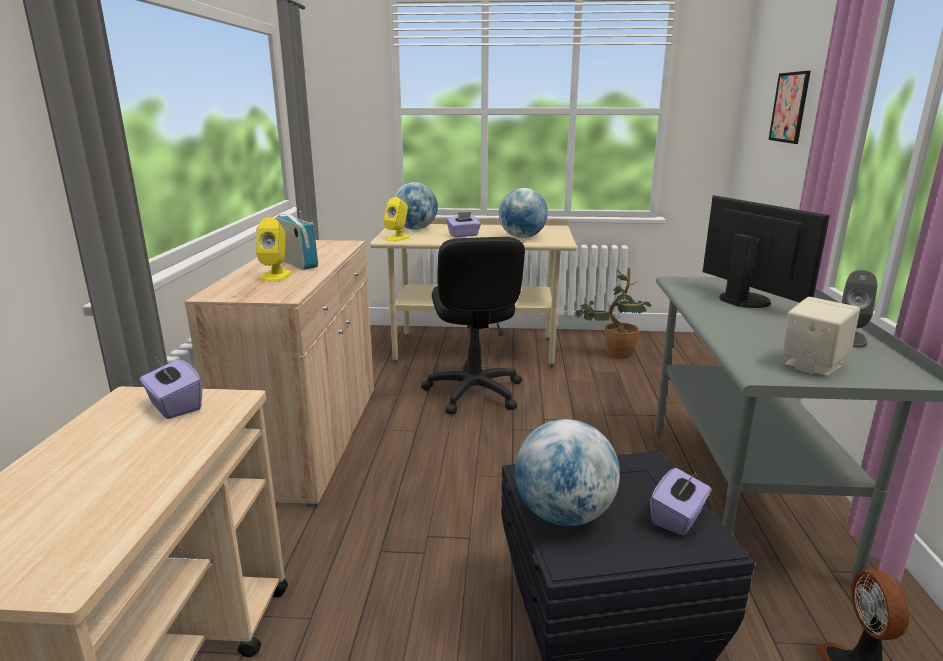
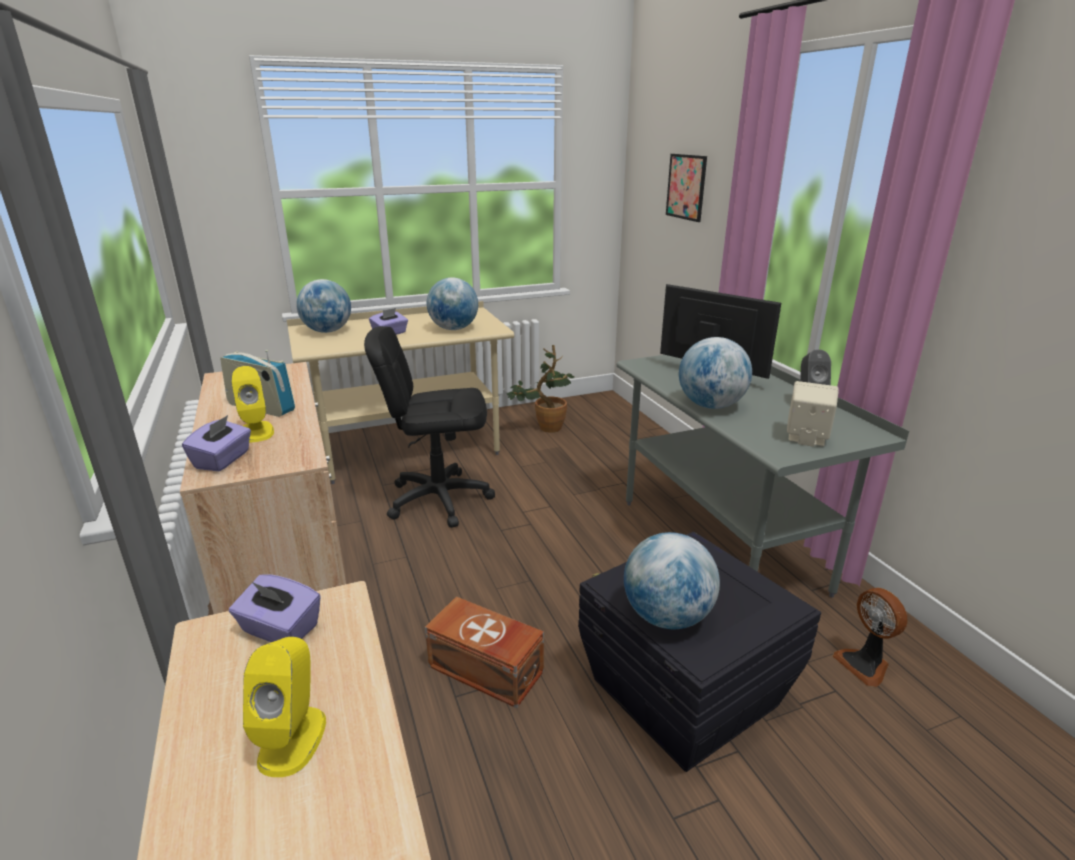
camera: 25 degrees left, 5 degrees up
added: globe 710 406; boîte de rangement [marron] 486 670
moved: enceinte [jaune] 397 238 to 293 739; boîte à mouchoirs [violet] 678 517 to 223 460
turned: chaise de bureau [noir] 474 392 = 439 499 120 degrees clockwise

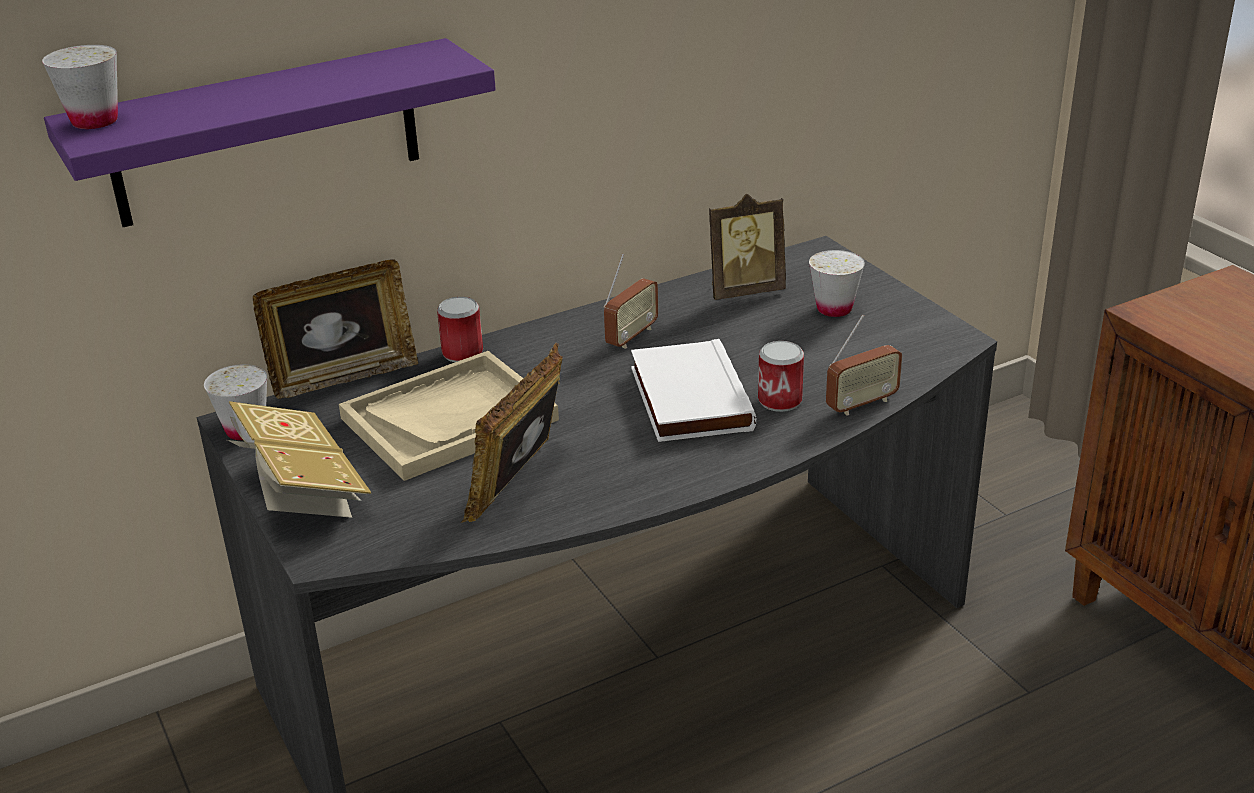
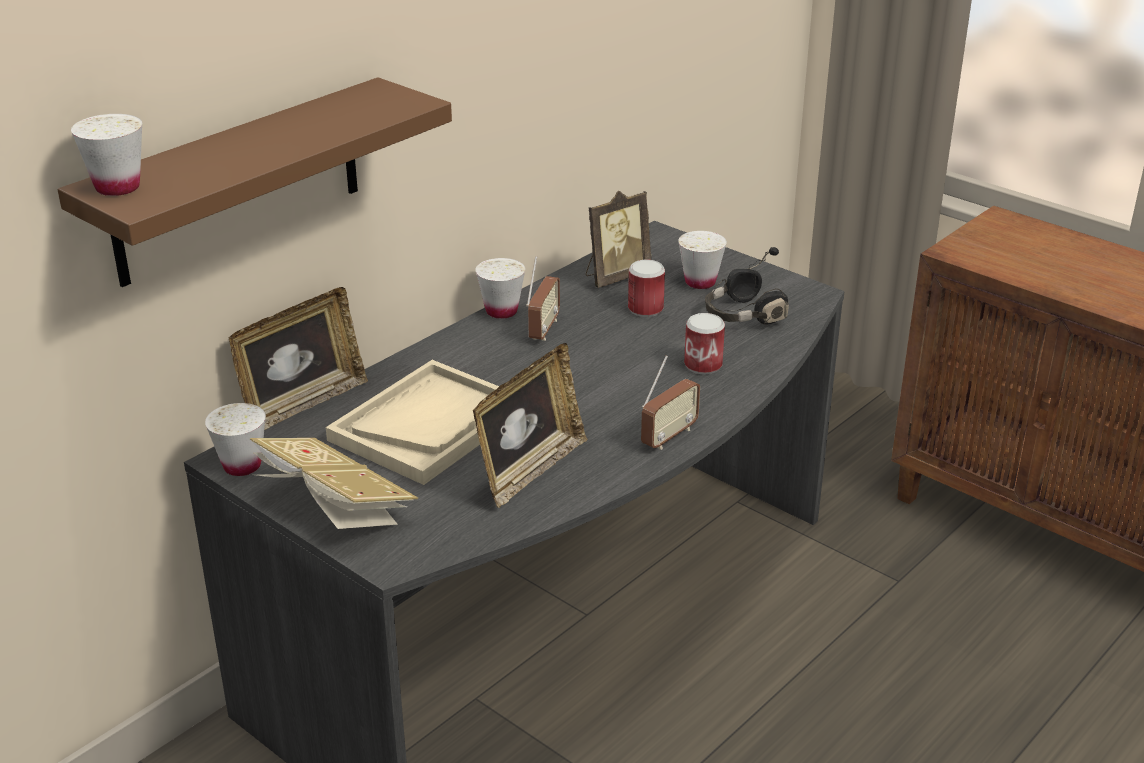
camera: 20 degrees left, 0 degrees up
removed: livre [blanc] 687 398
added: casque audio [noir] 743 315; tasse [blanc] 501 311
moved: boîte métallique 462 353 to 645 309; radio 861 404 to 669 436
recoloured: étagère [violet] 266 133 to étagère [marron] 238 182
turned: cadre photo 520 484 = 529 470 150 degrees counterclockwise

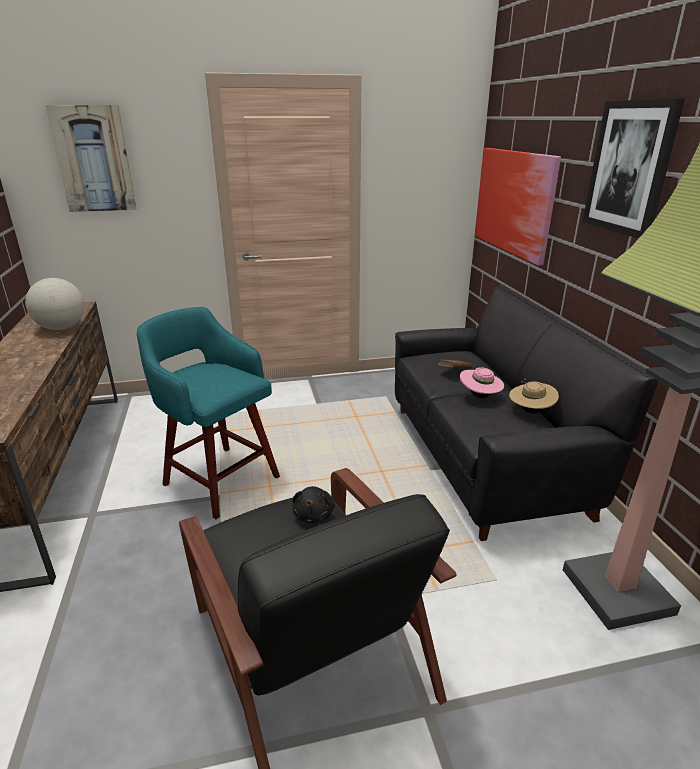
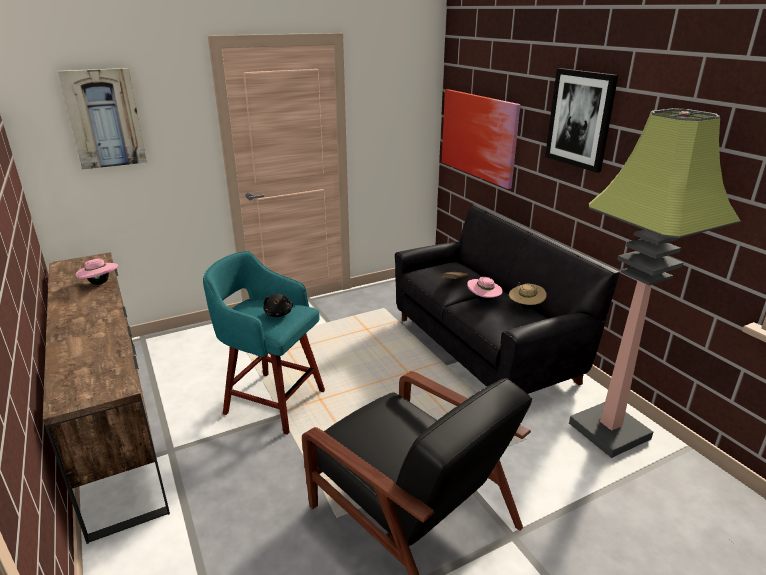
camera: 15 degrees left, 0 degrees up
moved: peluche [noir] 314 514 to 278 314
replaced: globe 61 328 to chapeau [rose] 100 283

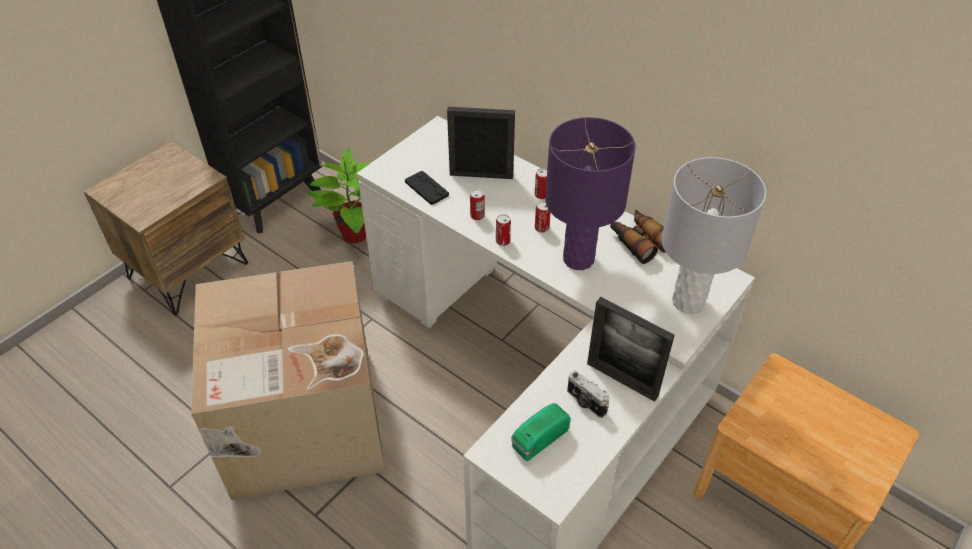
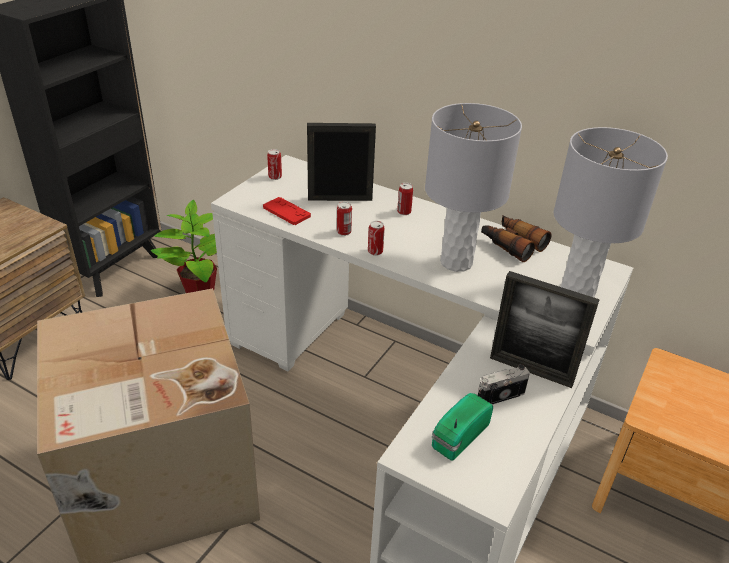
camera: 10 degrees left, 10 degrees down
moved: boîte métallique 541 228 to 275 177
recoloured: lampe de table [violet] 578 259 to lampe de table [gris] 456 262; manette [noir] 426 188 to manette [rouge] 286 212
turned: appareil photo 585 403 = 499 395 120 degrees clockwise

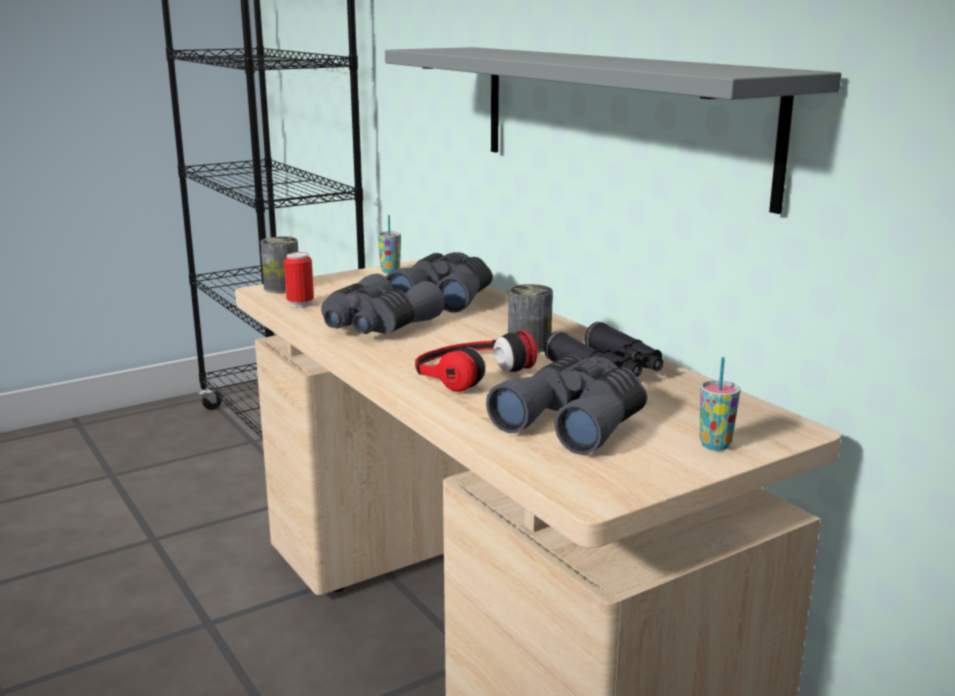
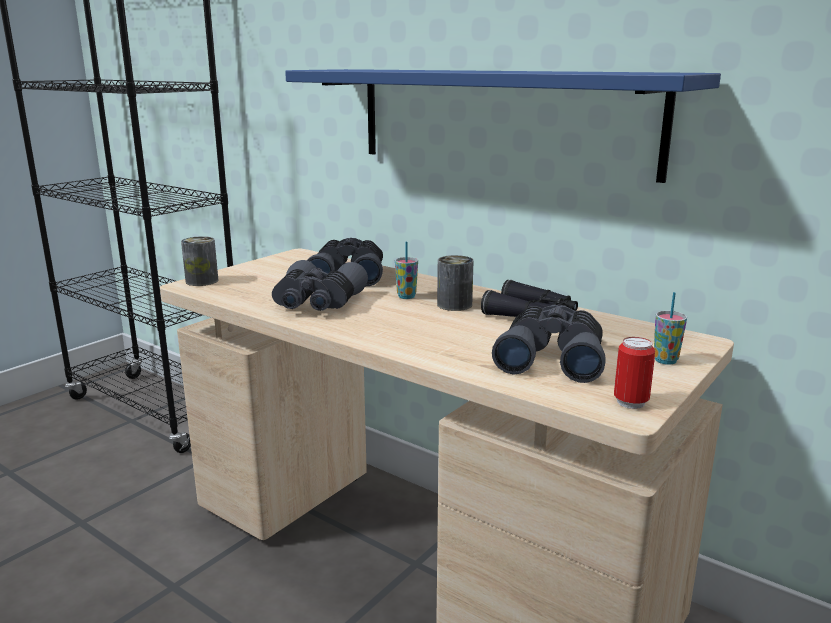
camera: 20 degrees left, 0 degrees up
removed: casque audio 468 371
moved: tasse 390 271 to 406 296; boîte métallique 300 304 to 630 402
recoloured: étagère [gris] 615 118 to étagère [bleu] 500 119

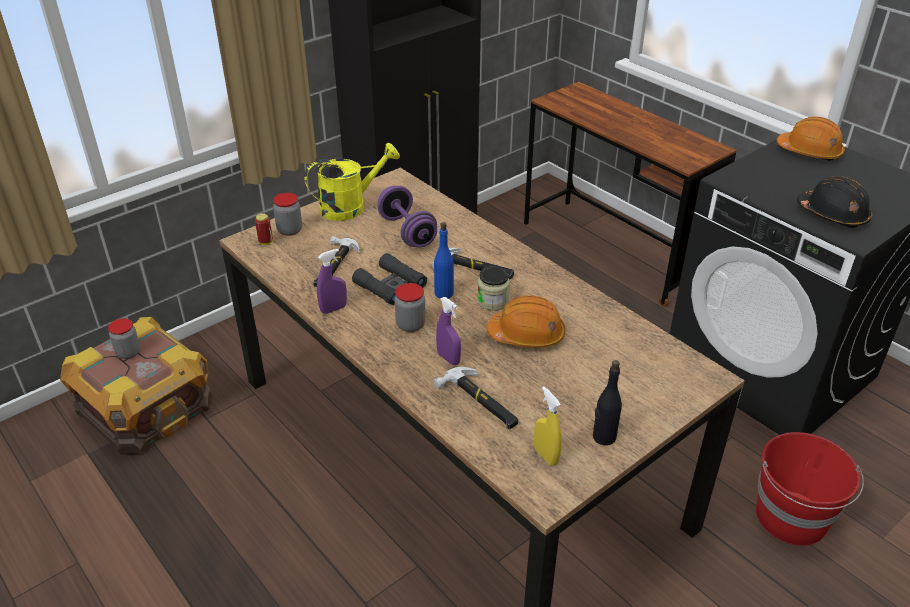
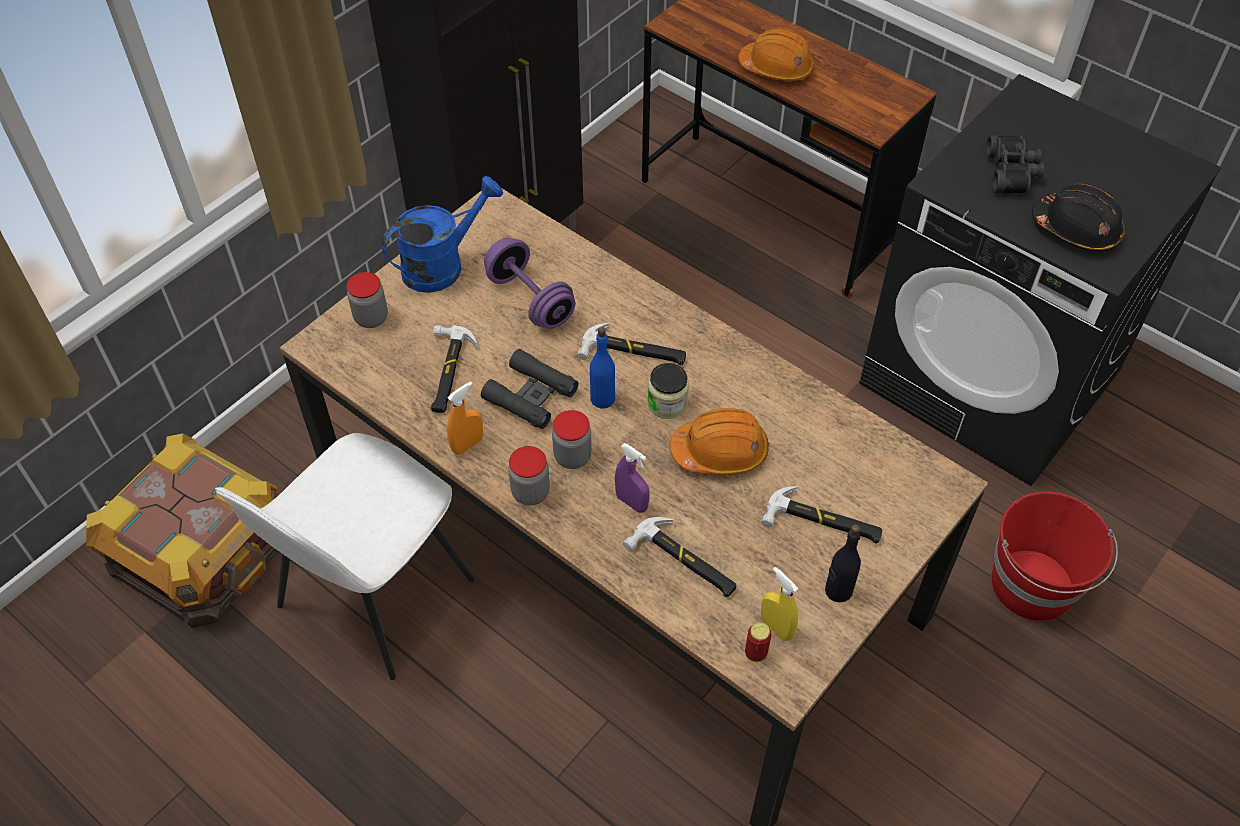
camera: 10 degrees left, 15 degrees up
added: jumelles [noir] 1013 172; chaise [blanc] 372 597; marteau 823 523
moved: casque de chantier [orange] 809 152 to 776 68; boîte métallique 266 242 to 756 653; bocal 128 352 to 530 492
recoloured: arrosoir [jaune] 350 206 to arrosoir [bleu] 442 264; vaporisateur [violet] 333 309 to vaporisateur [orange] 467 445

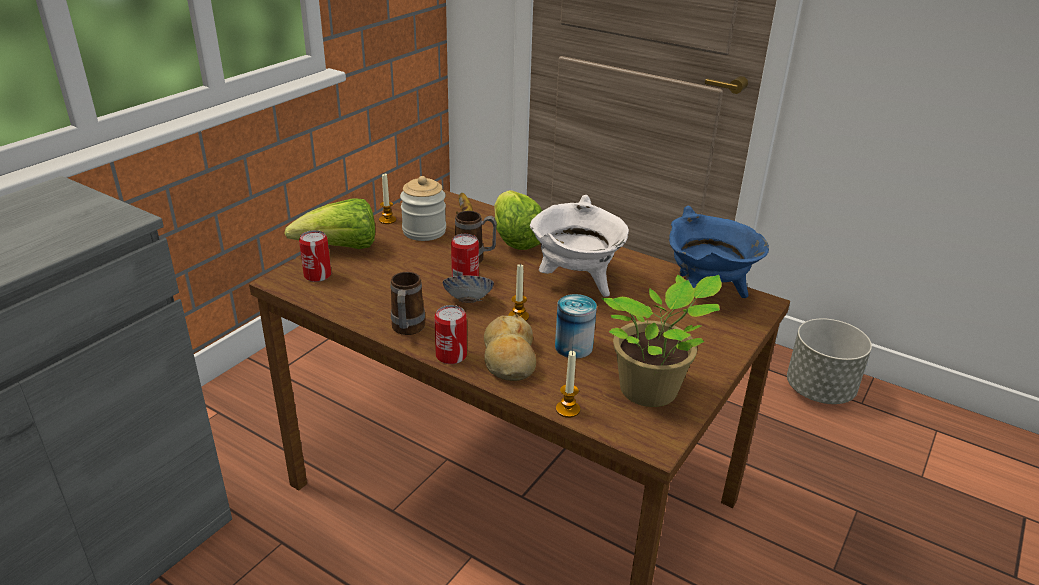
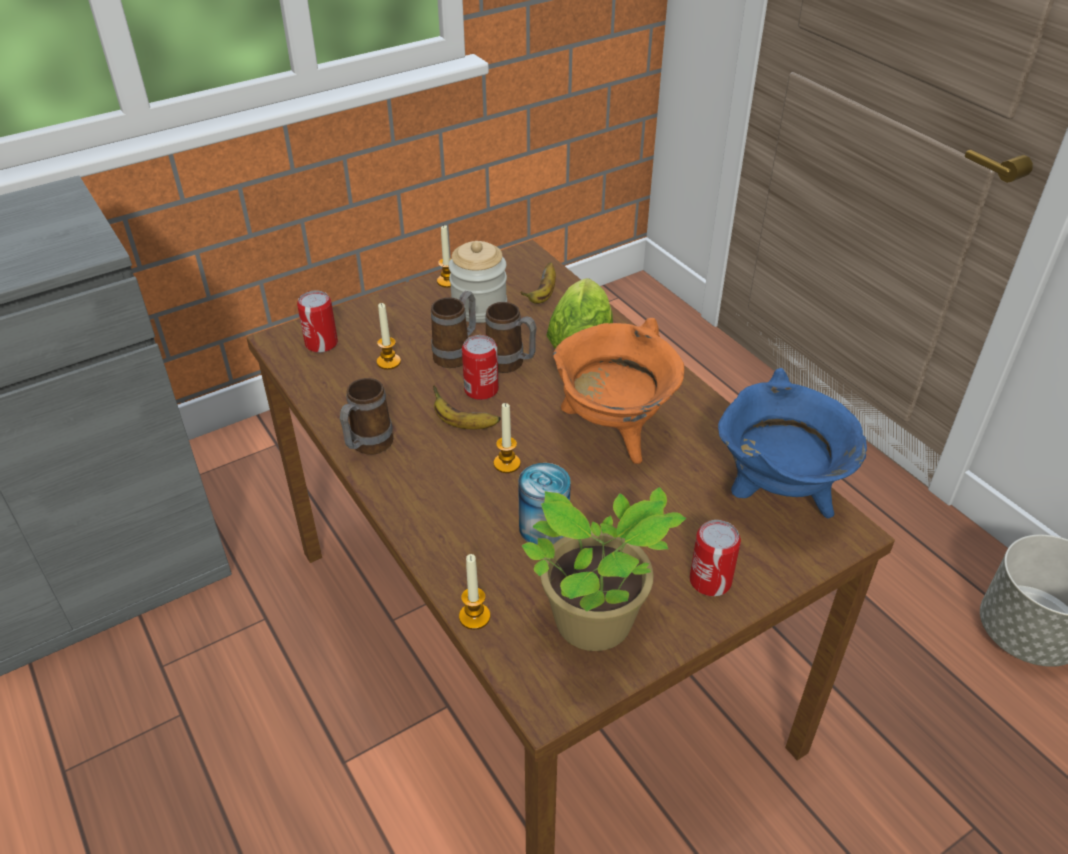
camera: 25 degrees right, 10 degrees up
removed: laitue 340 249; pain 509 359
added: mug 457 353; bougie 388 362
moved: boîte métallique 451 355 to 710 581
replaced: bol 468 301 to banane 463 424
recoloured: marmite [blanc] 576 282 to marmite [orange] 614 431

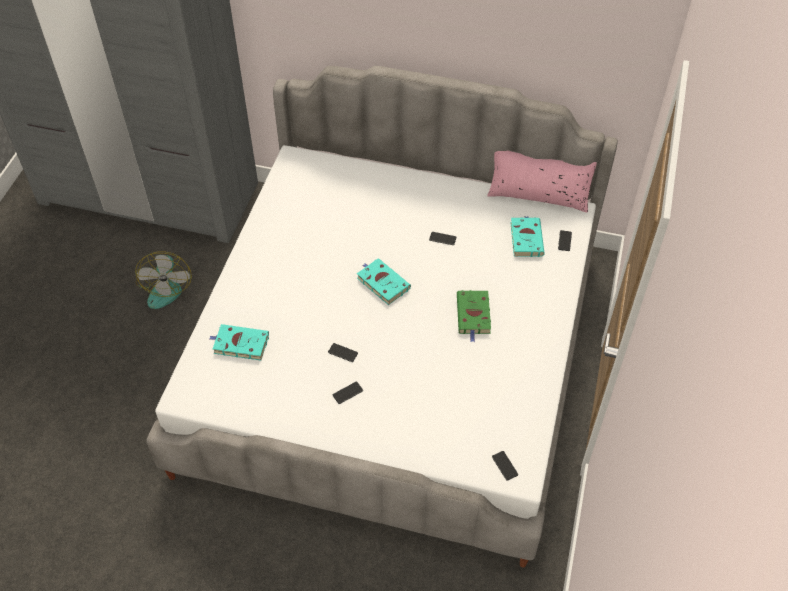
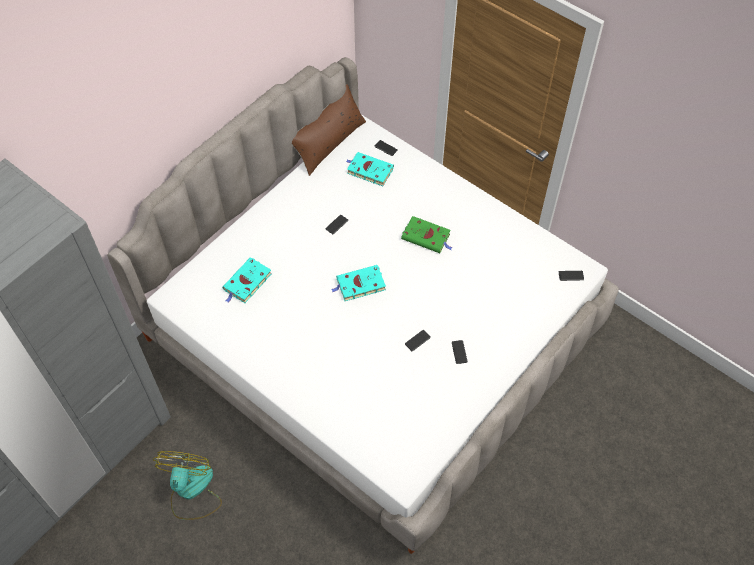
camera: 65 degrees left, 5 degrees up
moved: livre [turquoise] 239 344 to 247 283
recoloured: coussin [rose] 538 195 to coussin [marron] 329 143
turned: ventilateur 165 287 = 191 491 105 degrees counterclockwise

